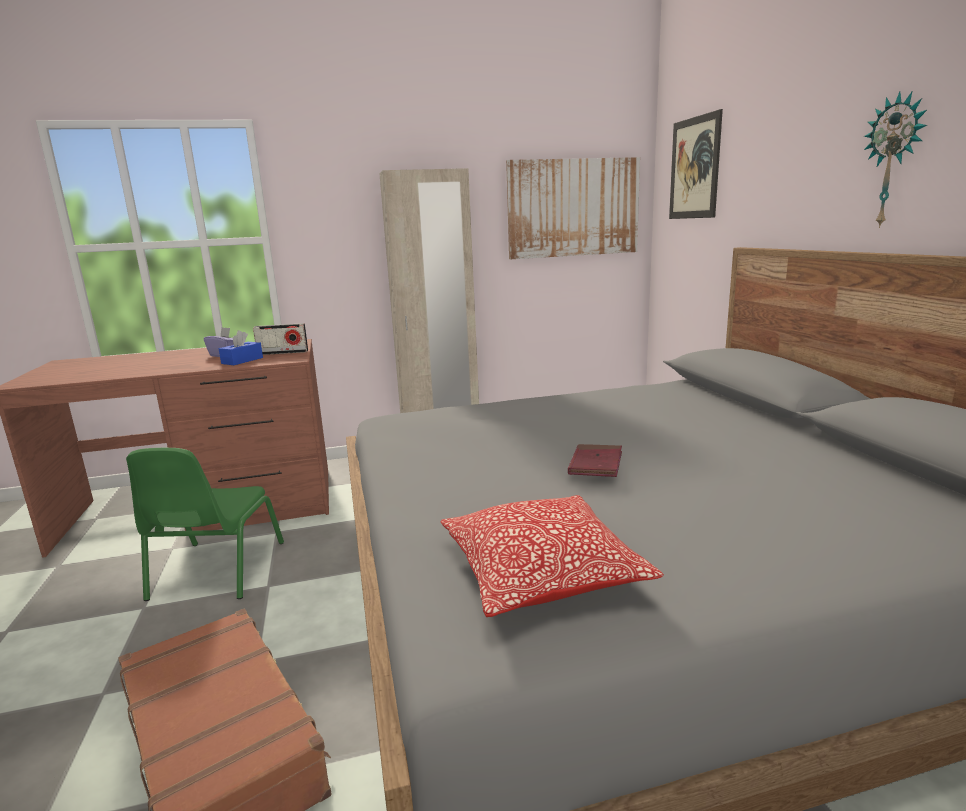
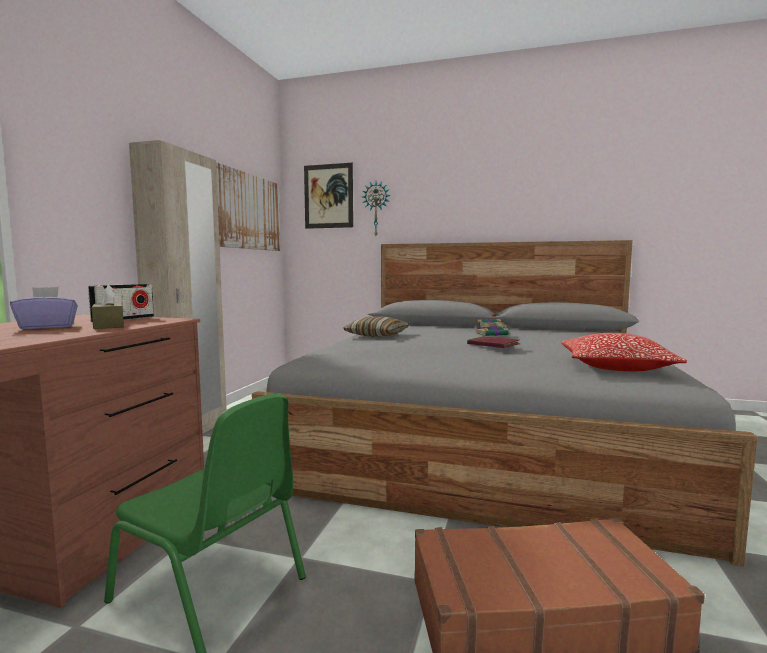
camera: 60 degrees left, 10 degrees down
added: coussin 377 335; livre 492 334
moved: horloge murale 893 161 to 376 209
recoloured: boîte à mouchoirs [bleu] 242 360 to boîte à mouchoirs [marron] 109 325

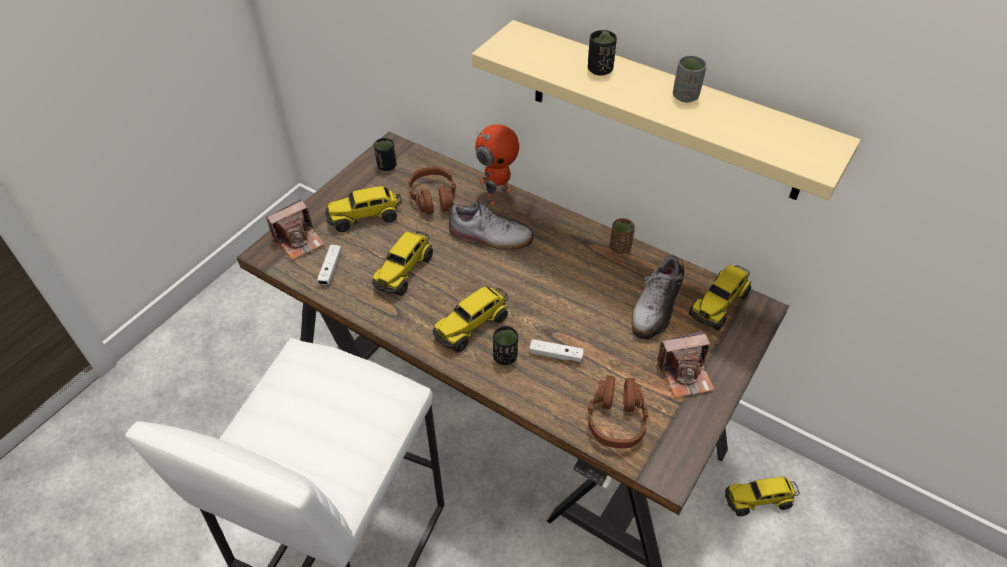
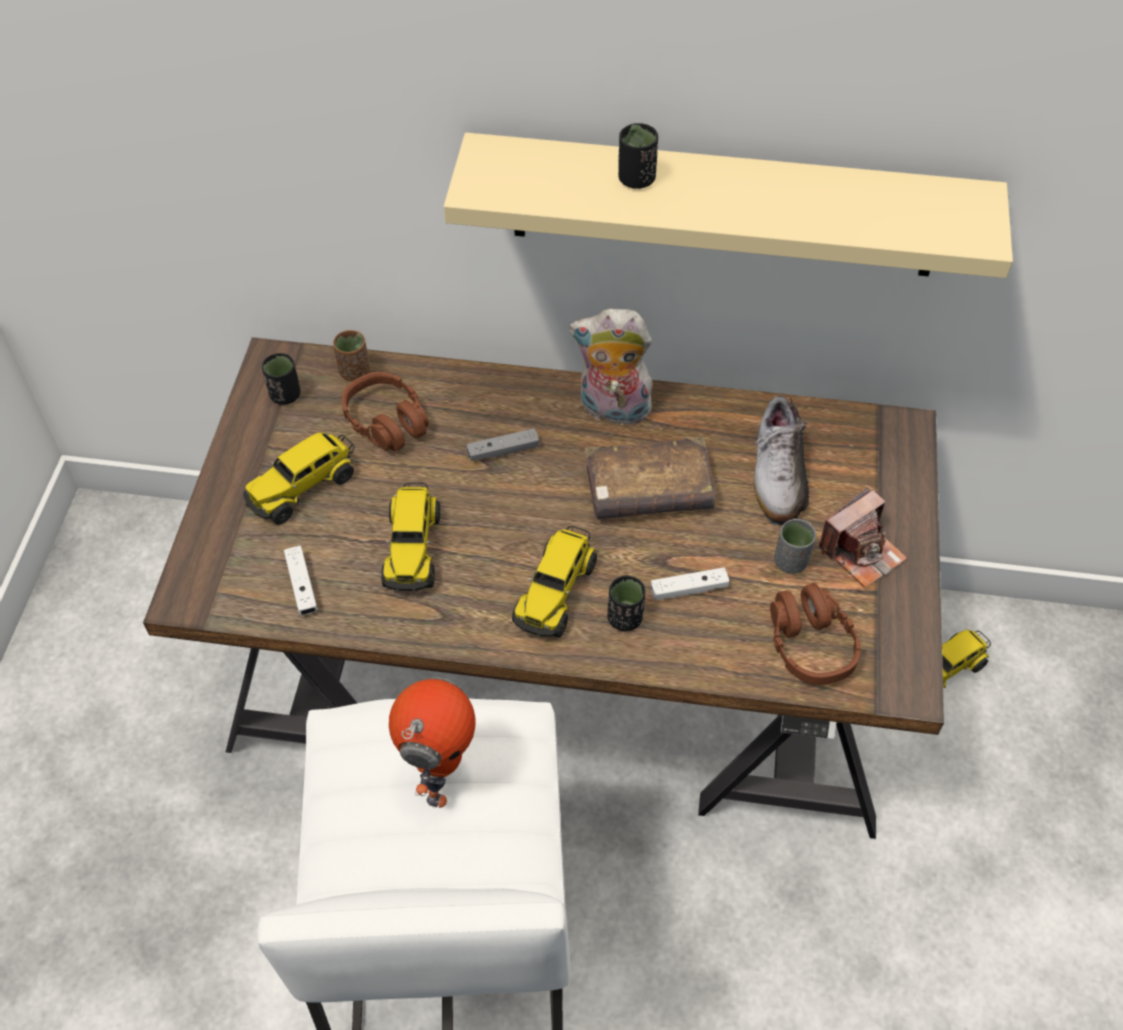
camera: 25 degrees left, 5 degrees up
removed: appareil photo 299 241; camion jouet 719 304
added: peluche 612 410; livre [marron] 648 491
moved: tasse [gris] 685 96 to 791 561; robot jouet 497 194 to 440 777; tasse [marron] 620 247 to 354 372
replaced: chaussure 490 236 to manette [gris] 503 451

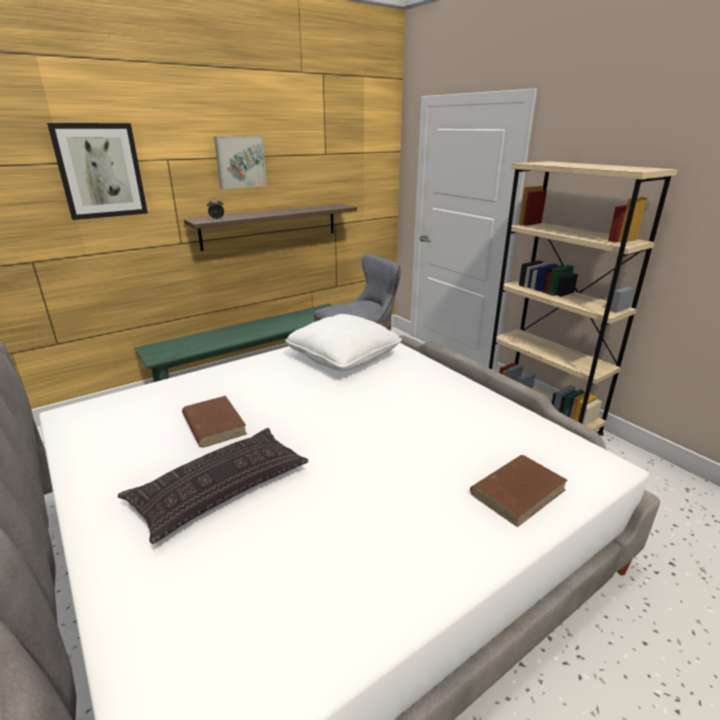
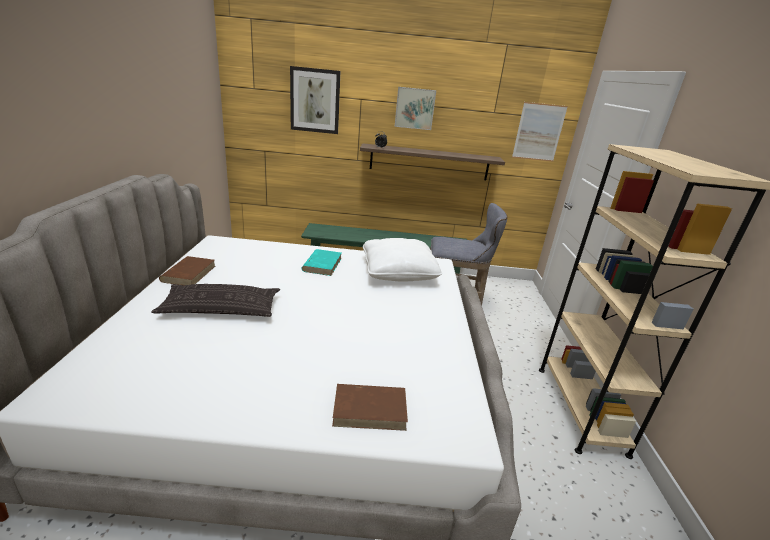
camera: 35 degrees right, 0 degrees up
added: tableau 538 132; livre [turquoise] 322 264
moved: livre [marron] 213 424 to 189 273

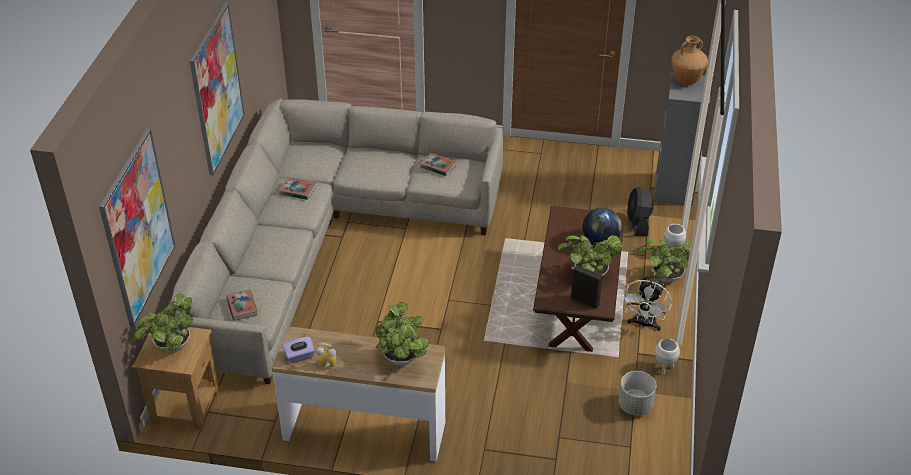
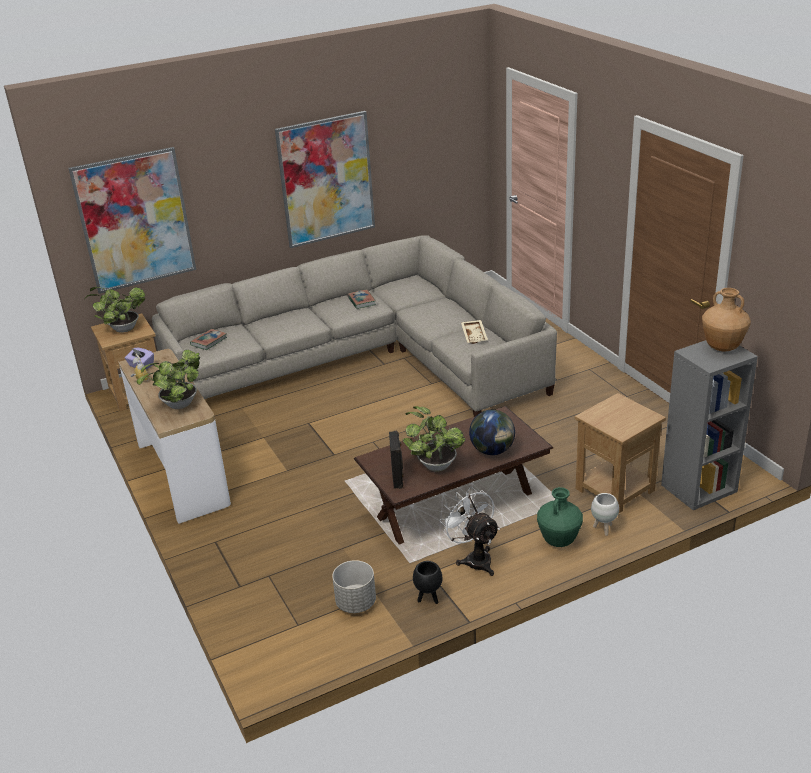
camera: 55 degrees right, 10 degrees down
replaced: livre 438 166 to plateau [beige] 475 335; ventilateur [noir] 638 223 to table d'appoint [marron] 614 490; plante en pot 664 277 to vase [vert] 558 541
recoloured: cache-pot [blanc] 664 367 to cache-pot [noir] 429 598
turned: ventilateur [blanc] 644 324 = 474 558 75 degrees clockwise

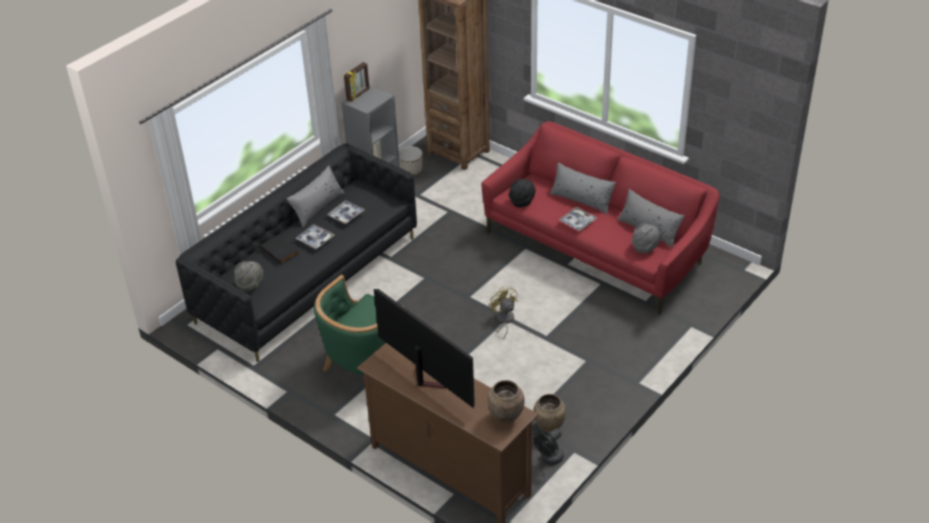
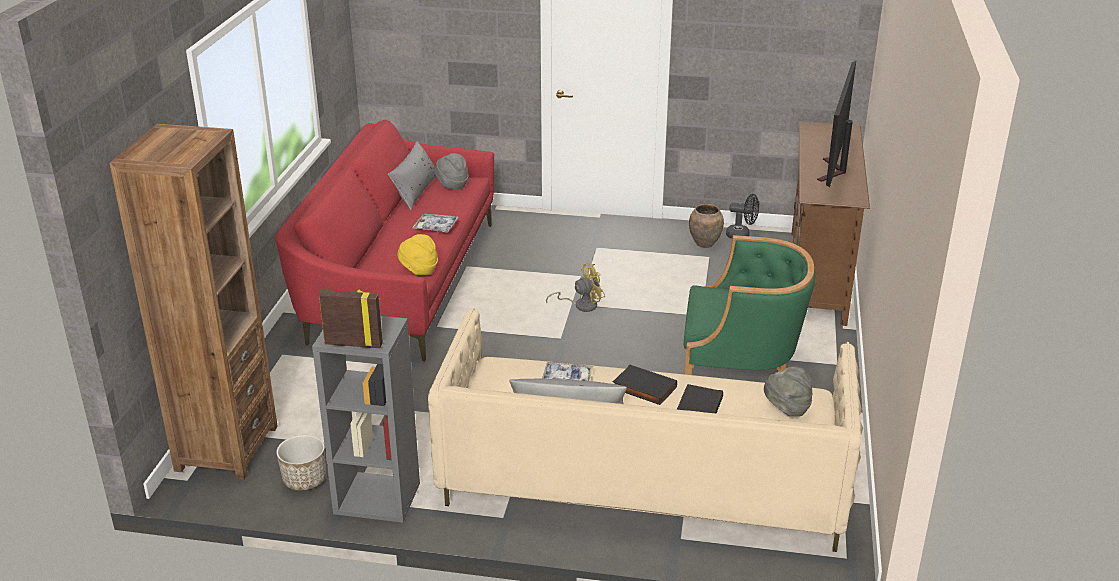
camera: 120 degrees left, 10 degrees down
removed: coussin [gris] 581 199; vase [marron] 505 417
replaced: plateau 315 239 to livre [noir] 643 388
recoloured: canapé [noir] 308 278 to canapé [beige] 642 480; chapeau [noir] 522 201 to chapeau [jaune] 418 270
turned: ventilateur [jaune] 504 320 = 581 305 150 degrees counterclockwise

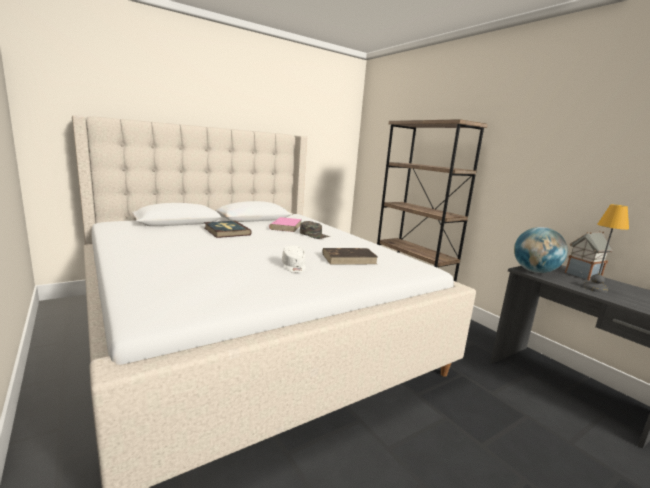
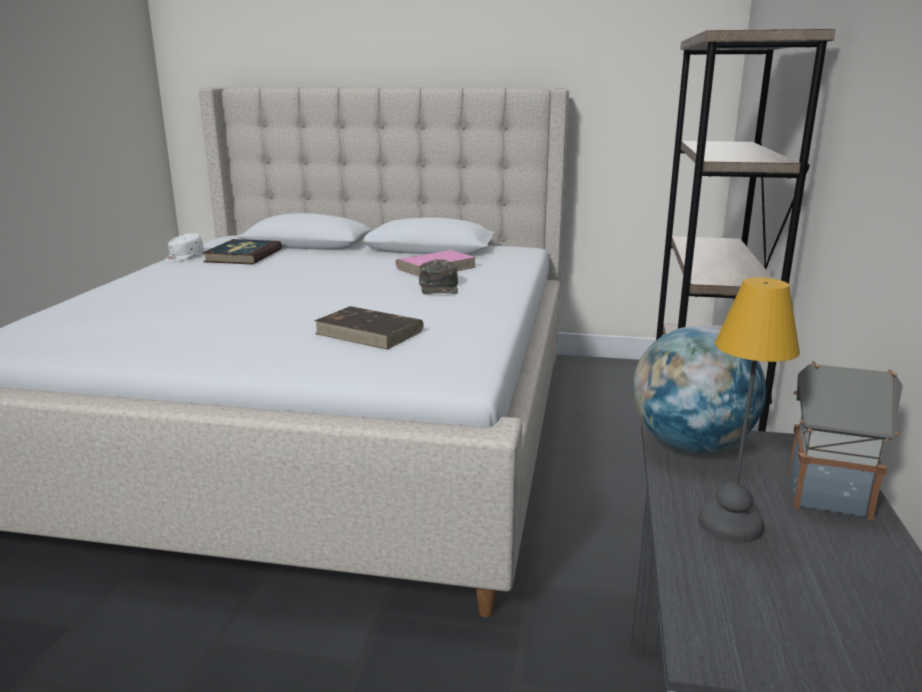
camera: 45 degrees right, 5 degrees up
moved: livre 226 231 to 243 255; casquette [blanc] 294 266 to 184 257

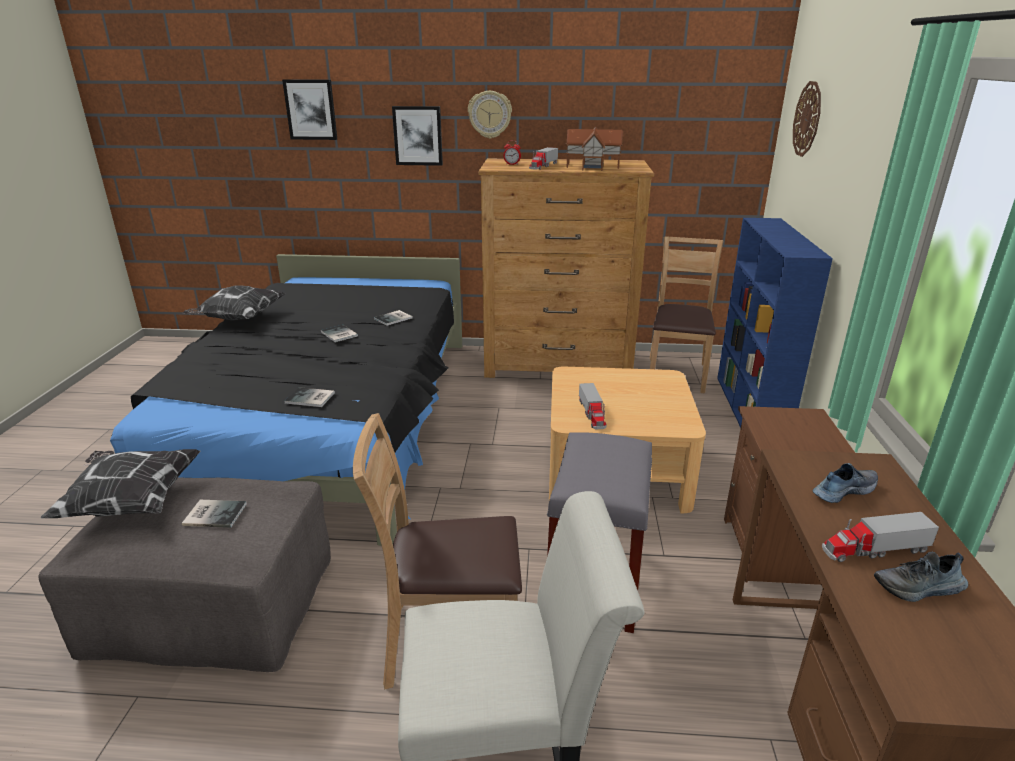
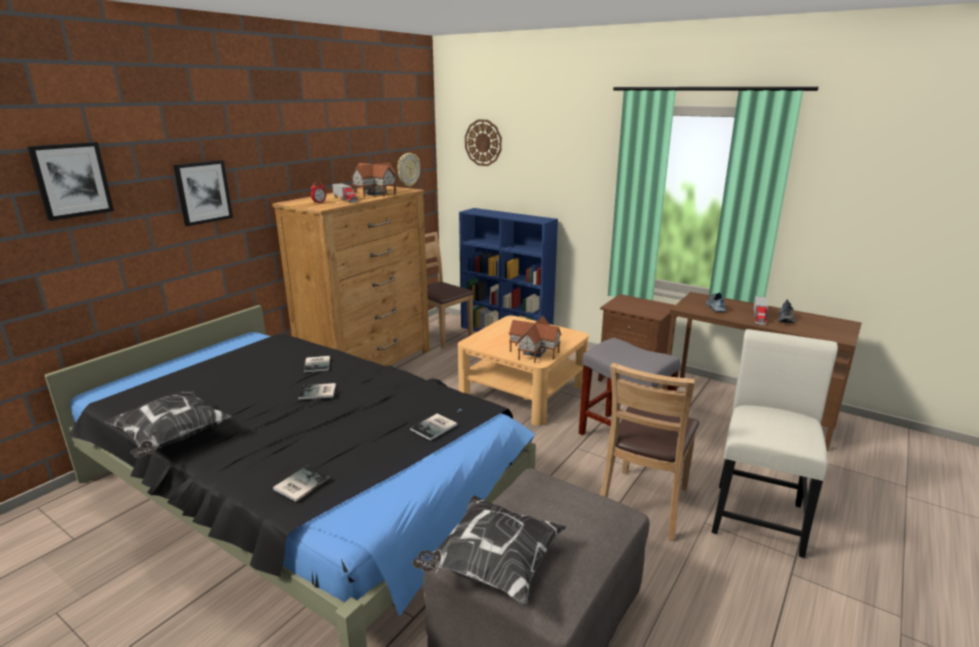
camera: 60 degrees left, 5 degrees down
moved: horloge murale 490 114 to 408 169; livre 214 513 to 300 484
replaced: camion jouet 592 414 to maison miniature 534 352

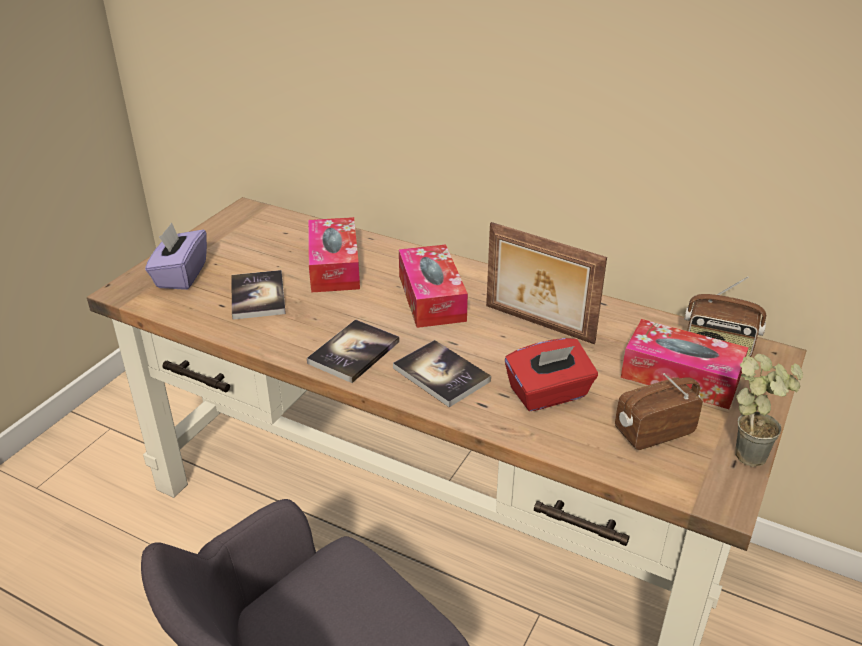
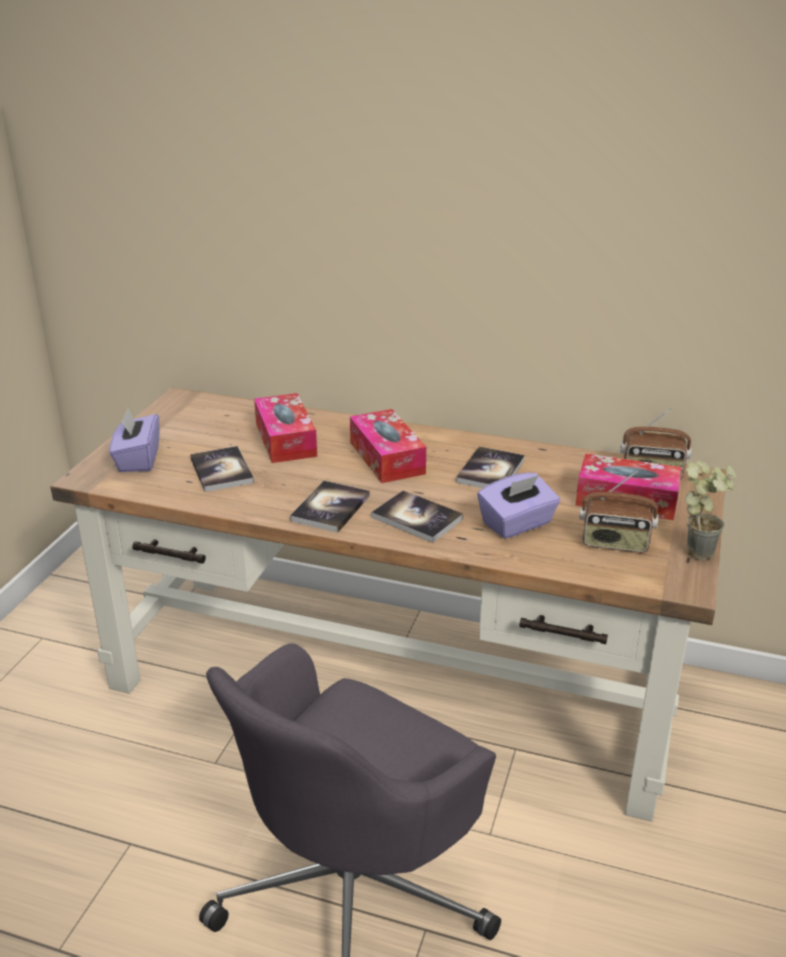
camera: 10 degrees left, 5 degrees down
replaced: cadre photo 538 325 to livre 490 471
recoloured: boîte à mouchoirs [rouge] 548 394 to boîte à mouchoirs [violet] 517 524
turned: radio 653 431 = 615 543 135 degrees counterclockwise

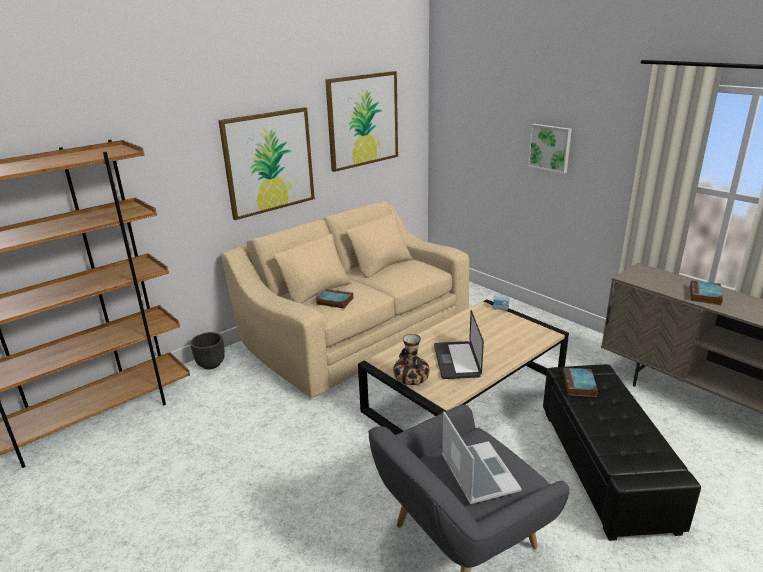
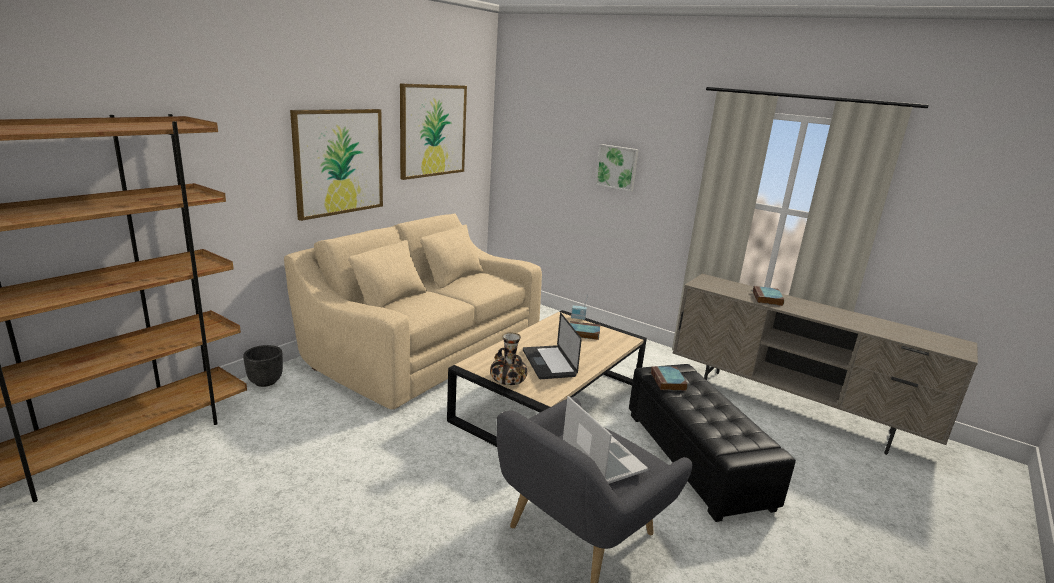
camera: 15 degrees left, 5 degrees down
moved: livre 334 301 to 583 333

